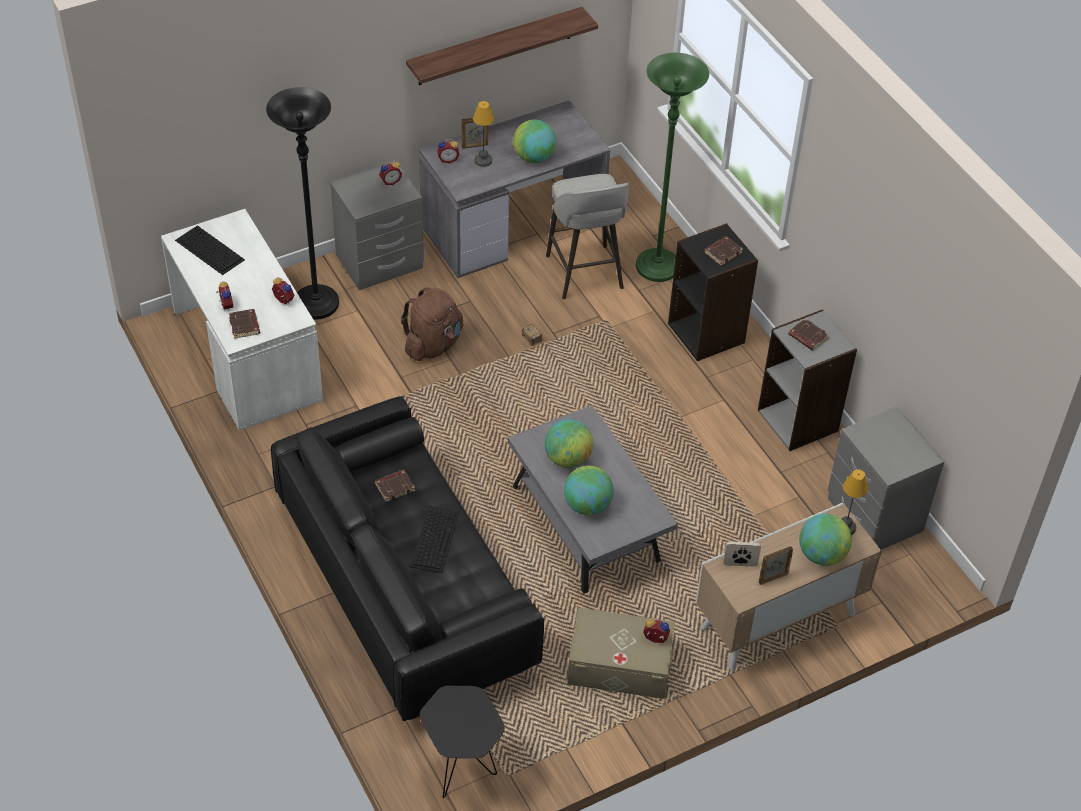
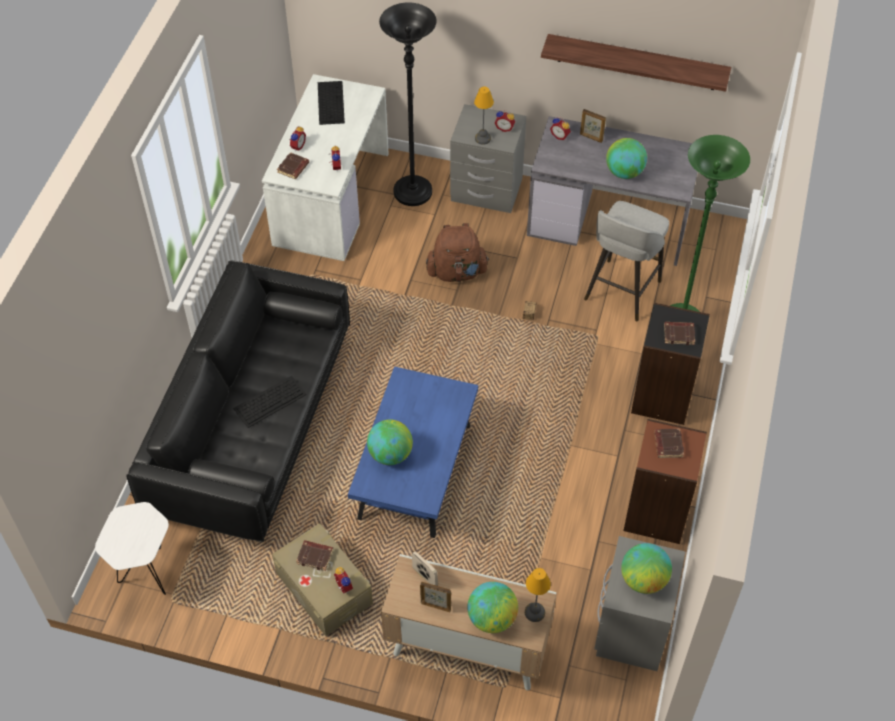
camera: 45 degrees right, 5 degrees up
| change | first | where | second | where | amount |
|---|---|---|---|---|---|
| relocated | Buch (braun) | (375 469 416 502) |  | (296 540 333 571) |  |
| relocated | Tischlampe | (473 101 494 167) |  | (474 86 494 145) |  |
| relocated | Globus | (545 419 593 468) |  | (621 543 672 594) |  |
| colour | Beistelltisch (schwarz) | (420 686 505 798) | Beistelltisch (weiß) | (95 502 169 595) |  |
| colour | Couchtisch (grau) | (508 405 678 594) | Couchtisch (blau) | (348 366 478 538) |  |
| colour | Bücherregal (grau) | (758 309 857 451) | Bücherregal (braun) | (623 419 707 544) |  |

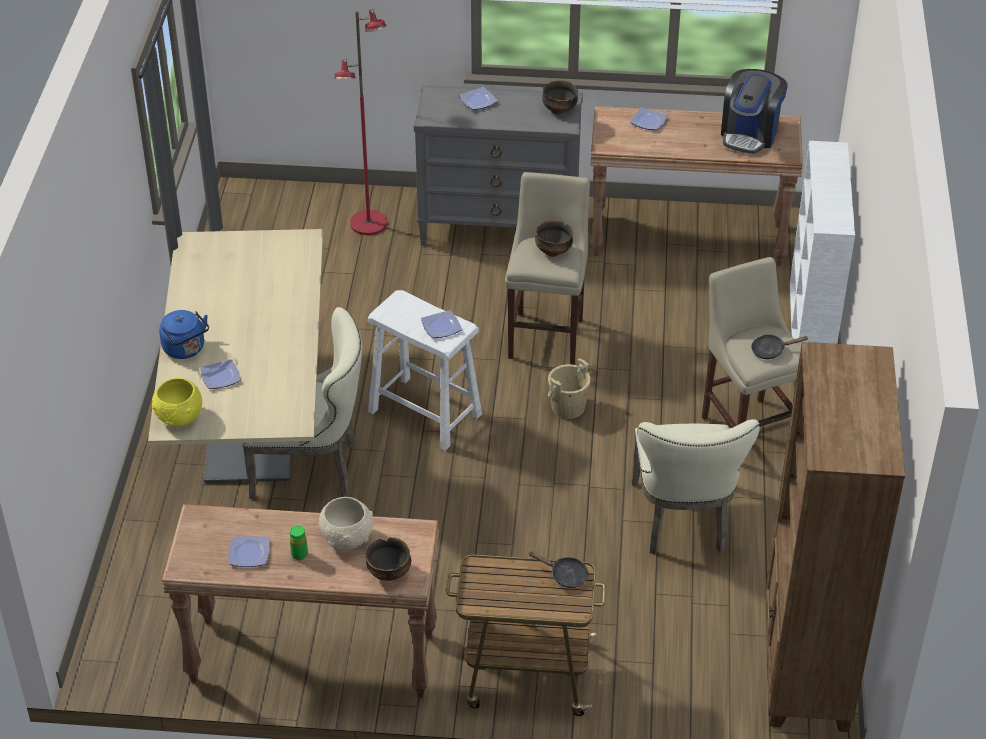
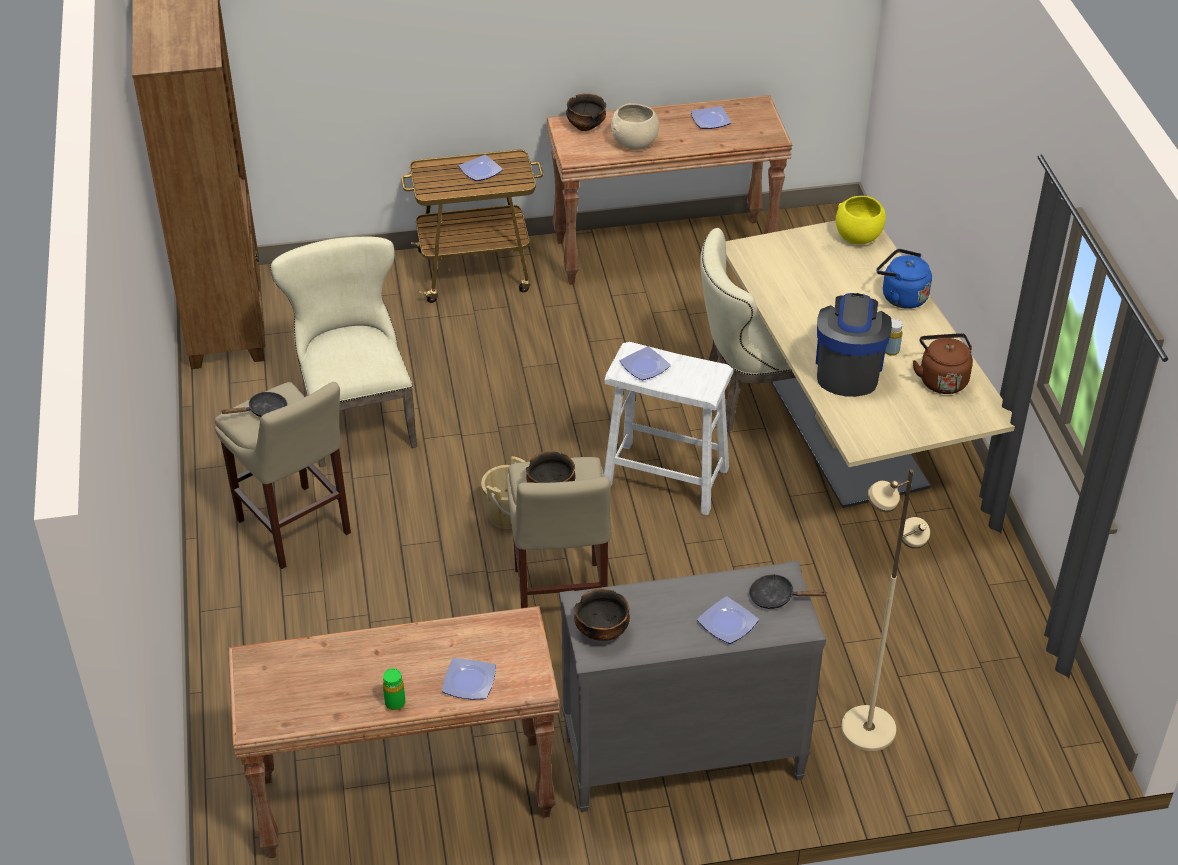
camera: 165 degrees right, 0 degrees up
| change | first | where | second | where | amount |
|---|---|---|---|---|---|
| missing | Bücherregal (weiß) | (790 141 855 345) |  |  |  |
| appeared |  |  | Flasche (gelb) | (885 319 903 356) |  |
| appeared |  |  | Wasserkessel (braun) | (913 333 973 394) |  |
| relocated | Teller | (200 359 241 389) |  | (459 155 503 181) |  |
| relocated | Flasche (grün) | (290 525 308 560) |  | (383 668 405 710) |  |
| relocated | Pfanne (schwarz) | (528 551 588 588) |  | (749 574 828 609) |  |
| relocated | Kaffeemaschine | (721 69 788 154) |  | (816 293 892 397) |  |
| colour | Stehlampe (rot) | (334 9 387 235) | Stehlampe (beige) | (841 469 930 751) |  |

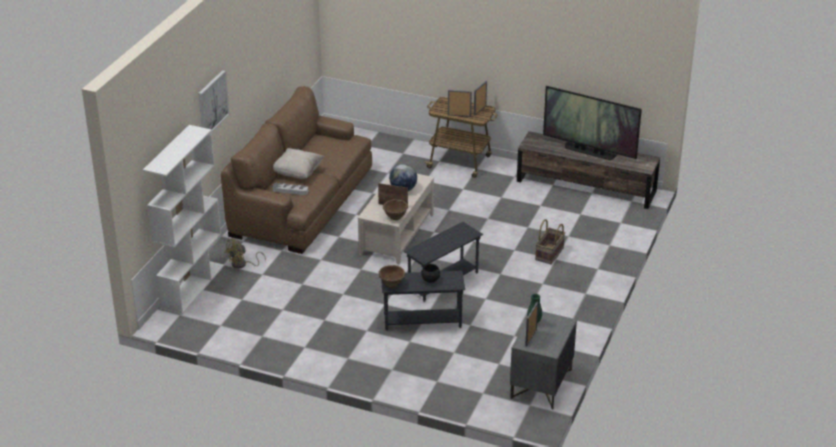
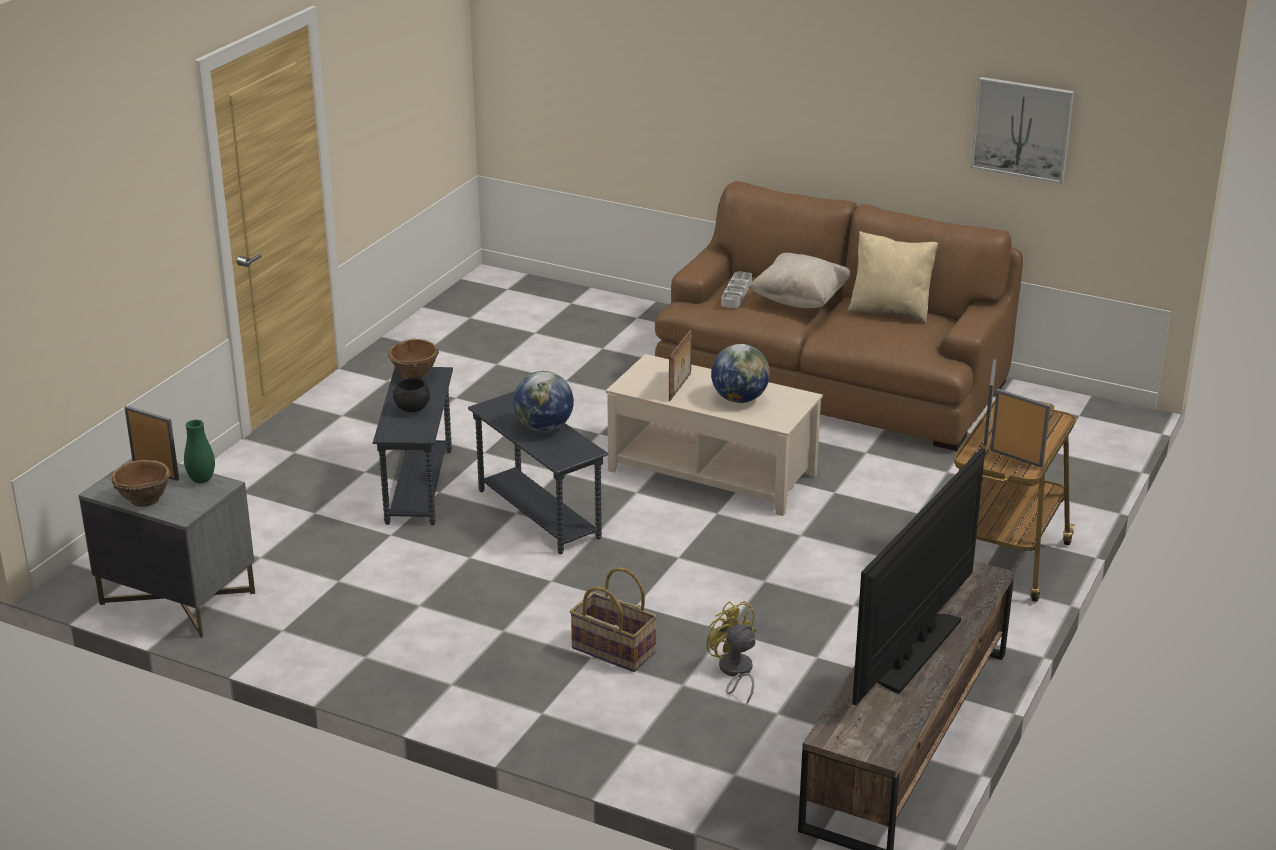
camera: 95 degrees right, 5 degrees down
| change | first | where | second | where | amount |
|---|---|---|---|---|---|
| missing | Bücherregal (weiß) | (143 125 224 315) |  |  |  |
| appeared |  |  | Globus | (513 371 574 432) |  |
| appeared |  |  | Kissen (beige) | (847 231 939 323) |  |
| relocated | Bild | (198 70 229 131) |  | (971 77 1074 184) |  |
| relocated | Ventilator (gelb) | (224 238 266 269) |  | (706 601 756 705) |  |
| relocated | Schüssel (braun) | (383 199 408 220) |  | (111 460 171 507) |  |

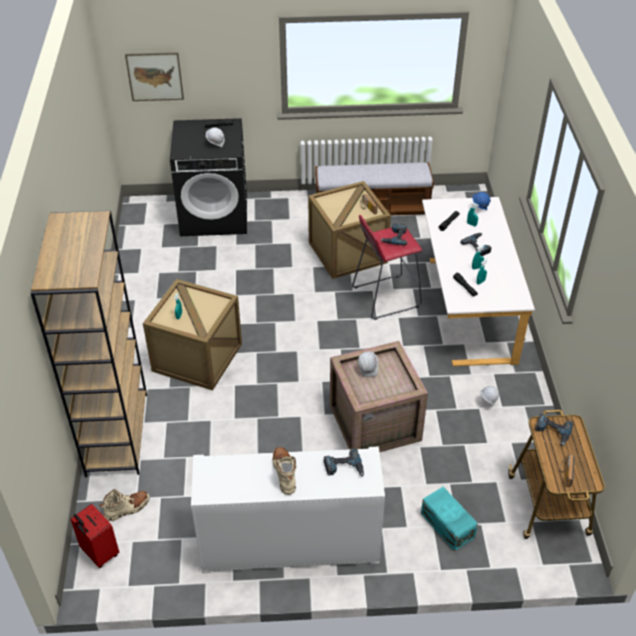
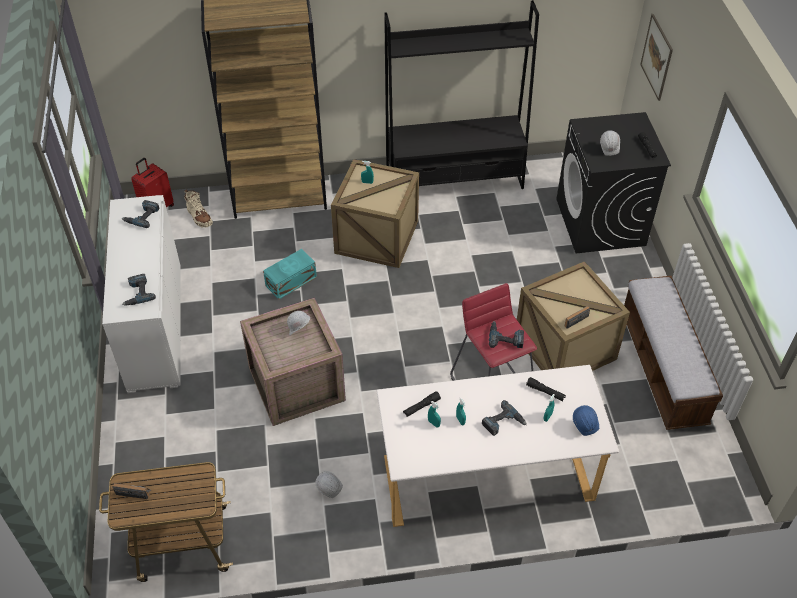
camera: 85 degrees right, 5 degrees up
| change | first | where | second | where | amount |
|---|---|---|---|---|---|
| missing | Stiefel (beige) | (272 447 296 495) |  |  |  |
| appeared |  |  | Bücherregal (schwarz) | (384 0 539 189) |  |
| relocated | Aufbewahrungsbox (türkis) | (421 487 478 552) |  | (263 249 317 299) |  |
| relocated | Bohrmaschine | (535 414 573 446) |  | (122 200 159 228) |  |

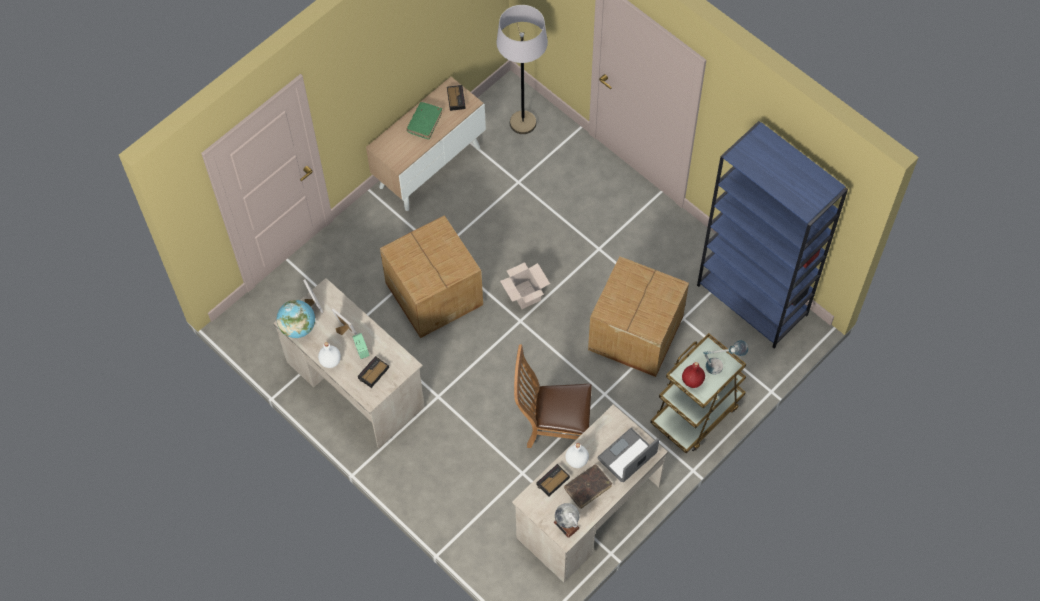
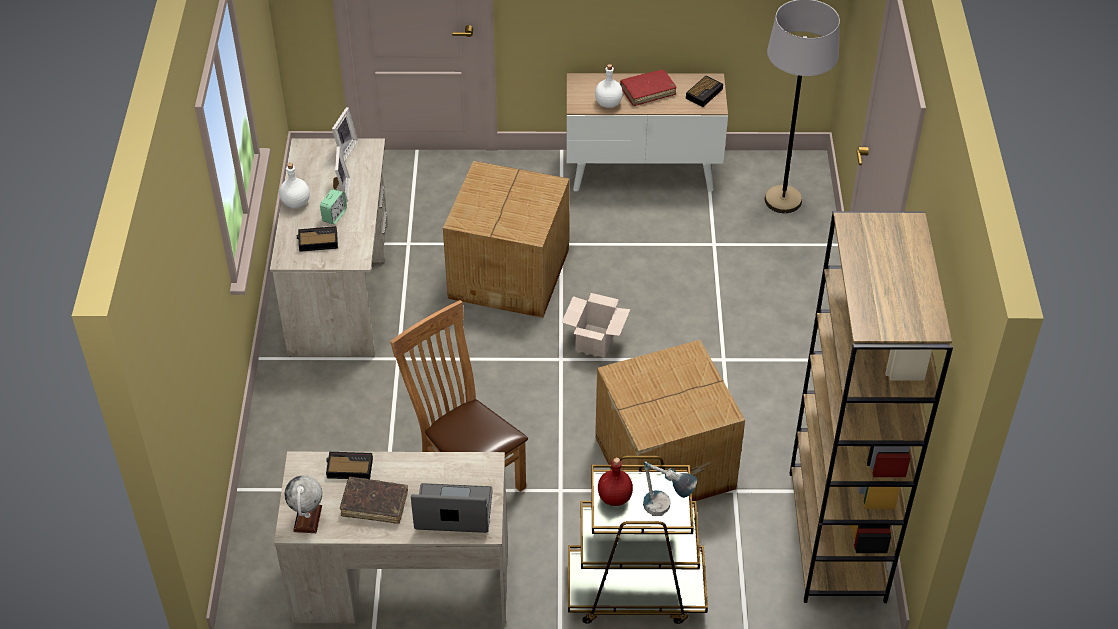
camera: 45 degrees right, 15 degrees down
| change | first | where | second | where | amount |
|---|---|---|---|---|---|
| missing | Globus | (277 300 315 338) |  |  |  |
| relocated | Flasche (weiß) | (565 443 589 468) |  | (595 64 623 108) |  |
| colour | Buch (grün) | (407 102 442 140) | Buch (rot) | (620 69 677 106) |  |
| colour | Bücherregal (blau) | (697 121 848 349) | Bücherregal (braun) | (790 211 953 603) |  |

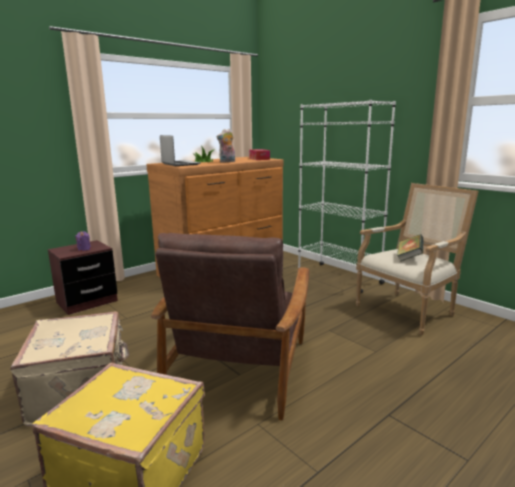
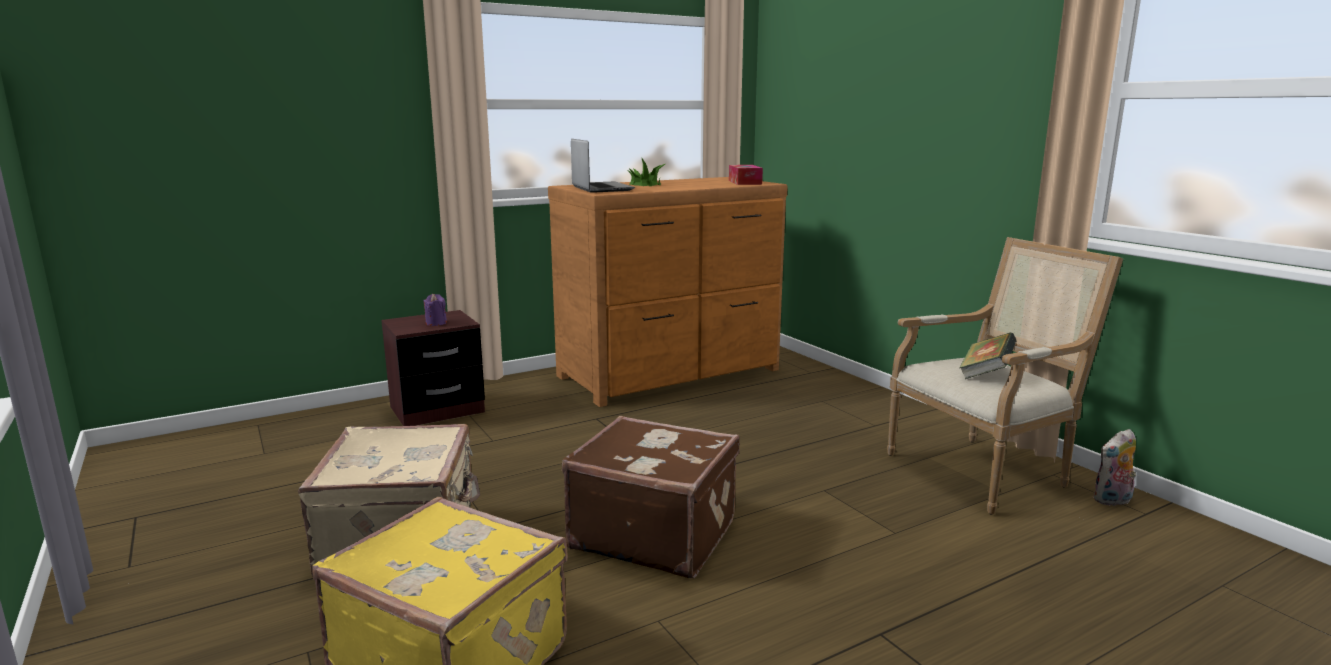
camera: 10 degrees right, 0 degrees up
| change | first | where | second | where | amount |
|---|---|---|---|---|---|
| missing | Bücherregal (weiß) | (298 100 396 293) |  |  |  |
| relocated | Plüschtier | (216 129 235 163) |  | (1093 429 1136 506) |  |
| exchanged | Sessel (braun) | (151 233 309 421) | Koffer (braun) | (562 416 740 578) |  |

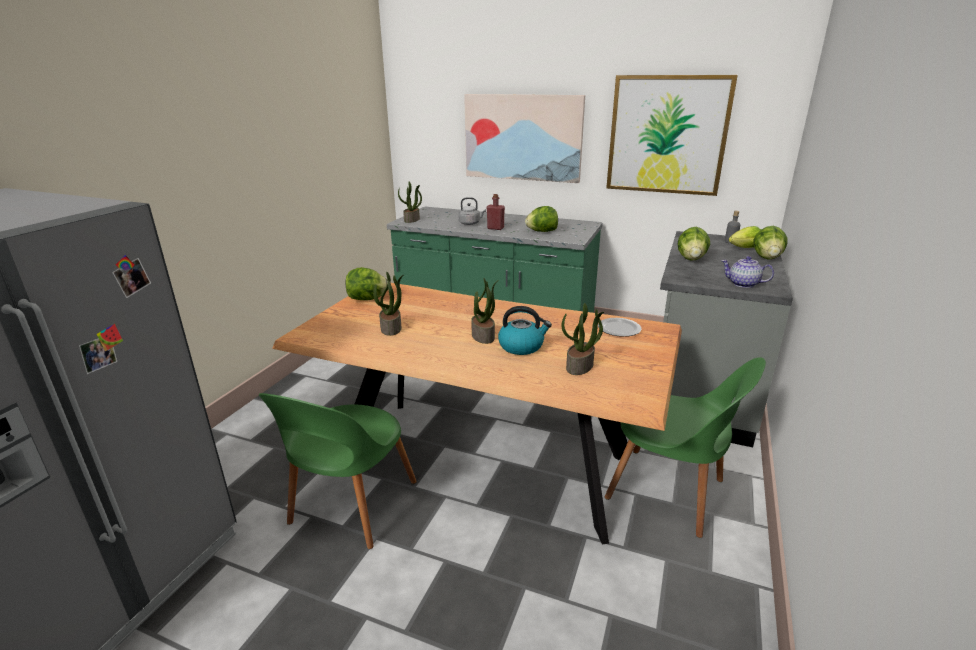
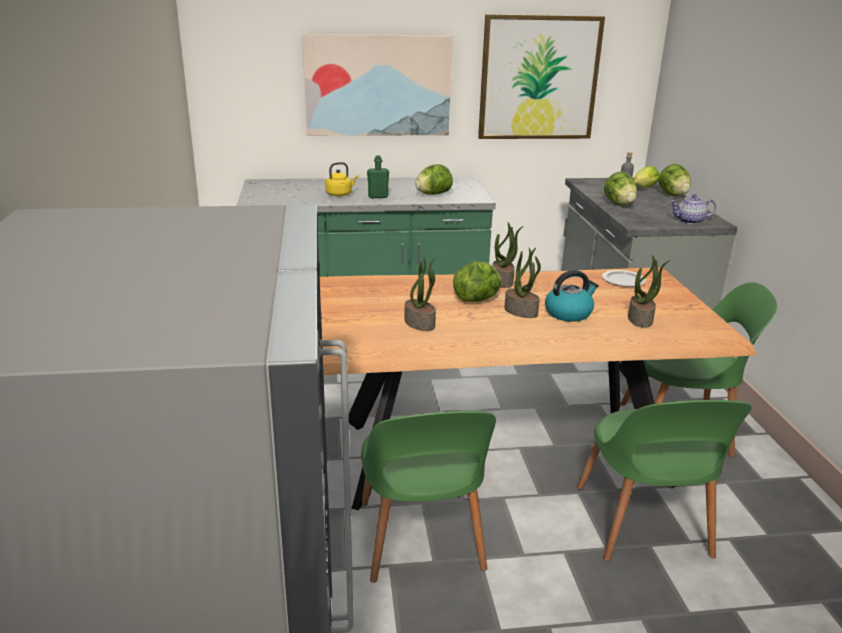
camera: 30 degrees left, 0 degrees up
| change | first | where | second | where | amount |
|---|---|---|---|---|---|
| appeared |  |  | Stuhl (grün) | (577 400 752 561) |  |
| relocated | Salatkopf | (346 267 387 300) |  | (453 261 501 302) |  |
| relocated | Topfpflanze | (398 181 422 223) |  | (492 222 524 288) |  |
| colour | Wasserkessel (grau) | (458 197 486 225) | Wasserkessel (gelb) | (325 162 358 196) |  |
| colour | Flasche (rot) | (486 194 505 230) | Flasche (grün) | (367 155 389 198) |  |

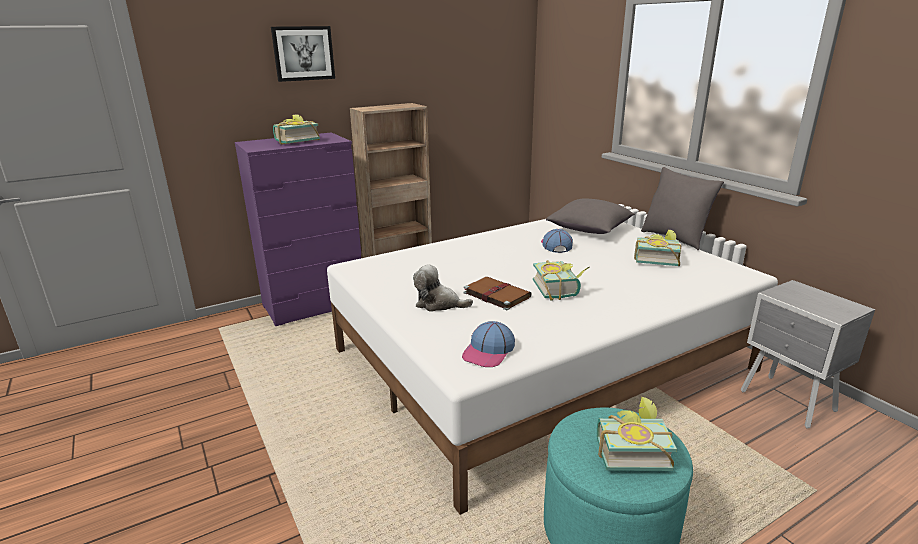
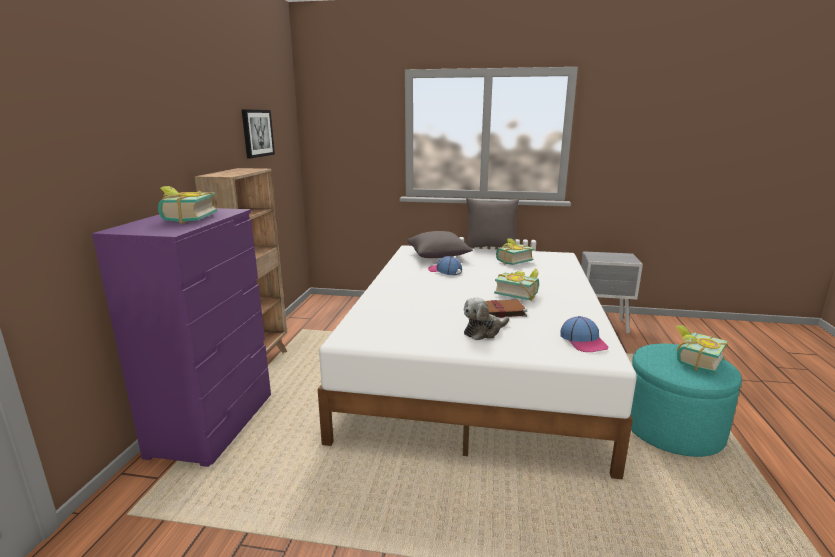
camera: 50 degrees left, 5 degrees down
| change | first | where | second | where | amount |
|---|---|---|---|---|---|
| relocated | Bild | (271 26 335 82) |  | (242 109 275 158) |  |

